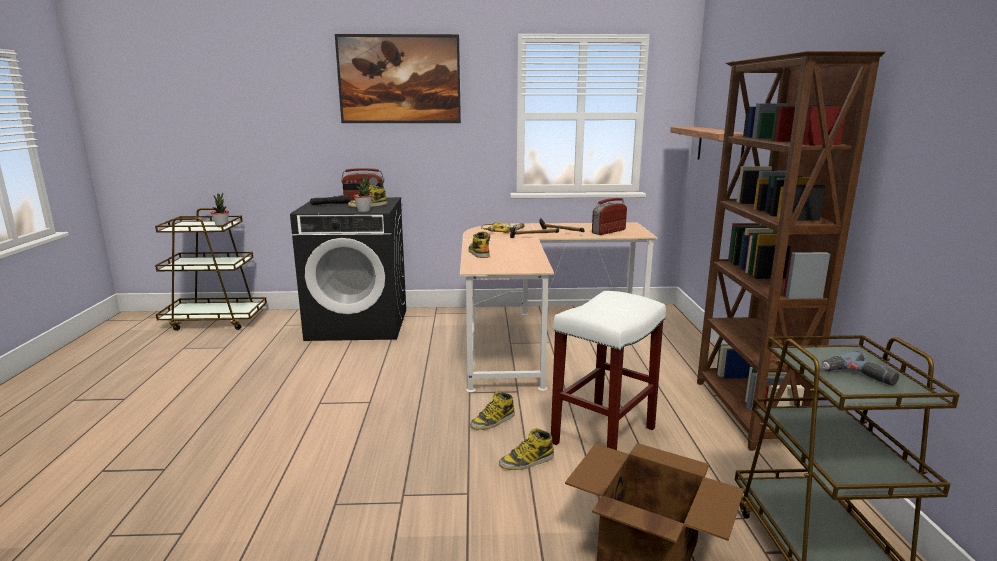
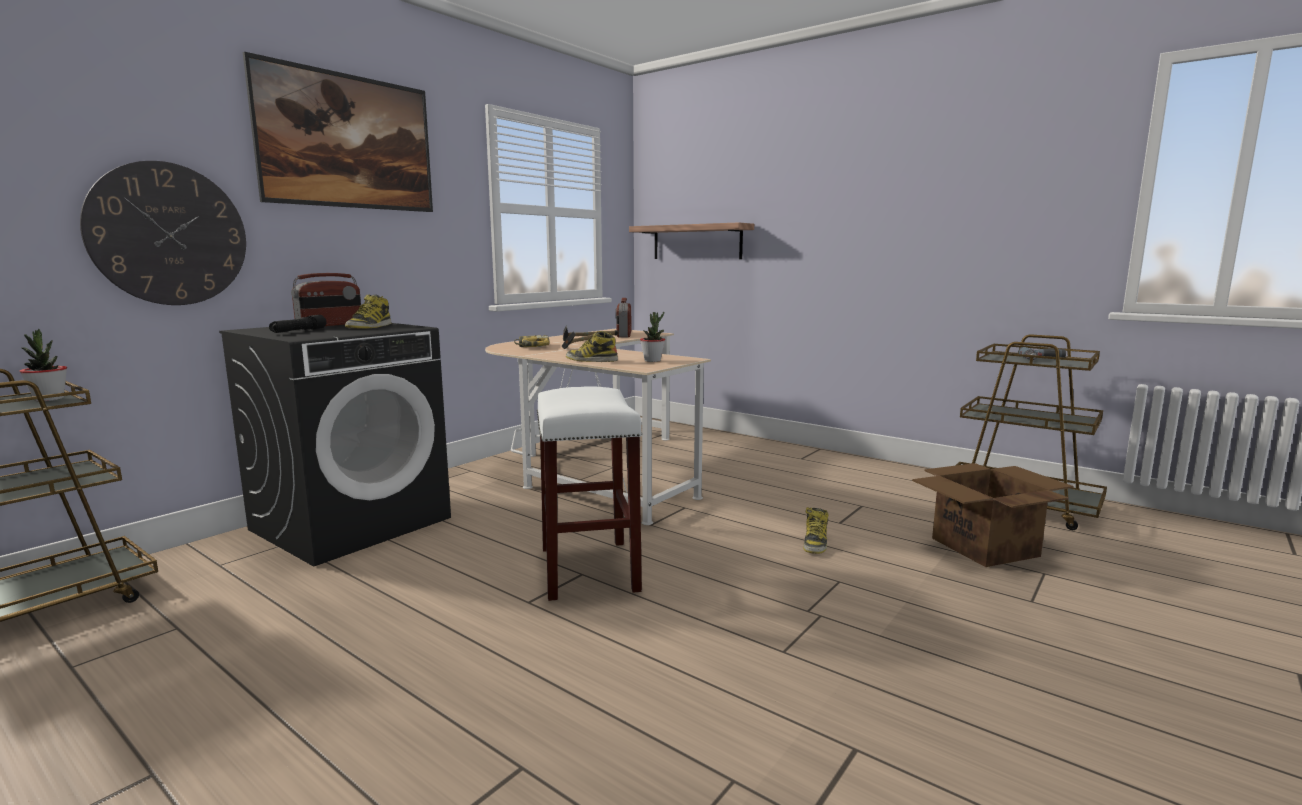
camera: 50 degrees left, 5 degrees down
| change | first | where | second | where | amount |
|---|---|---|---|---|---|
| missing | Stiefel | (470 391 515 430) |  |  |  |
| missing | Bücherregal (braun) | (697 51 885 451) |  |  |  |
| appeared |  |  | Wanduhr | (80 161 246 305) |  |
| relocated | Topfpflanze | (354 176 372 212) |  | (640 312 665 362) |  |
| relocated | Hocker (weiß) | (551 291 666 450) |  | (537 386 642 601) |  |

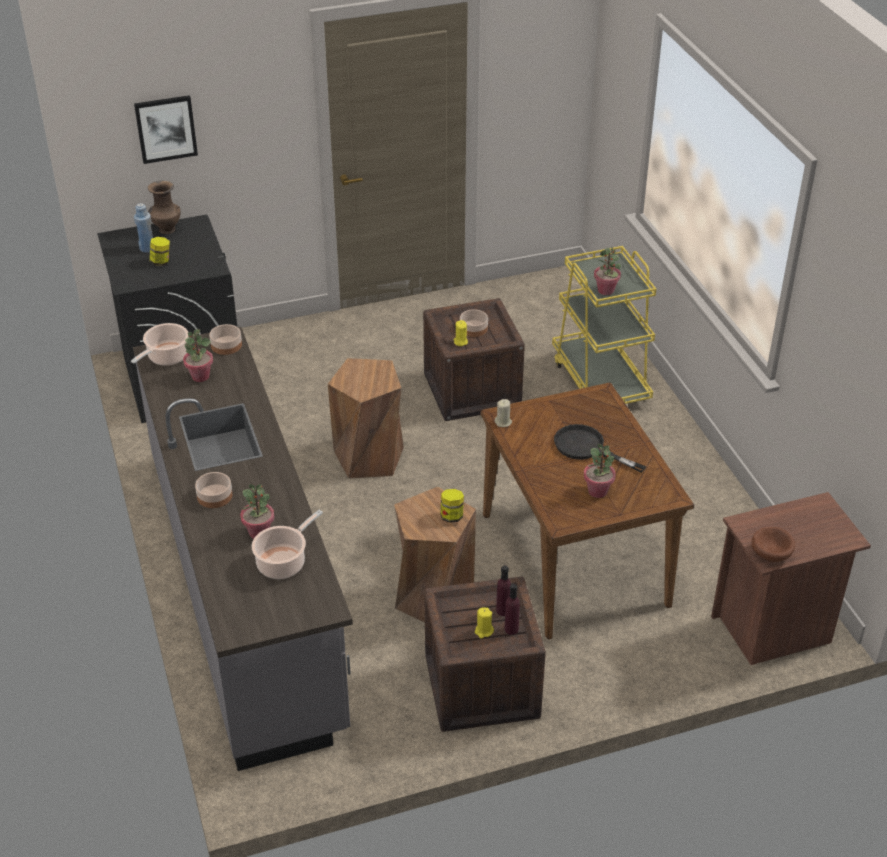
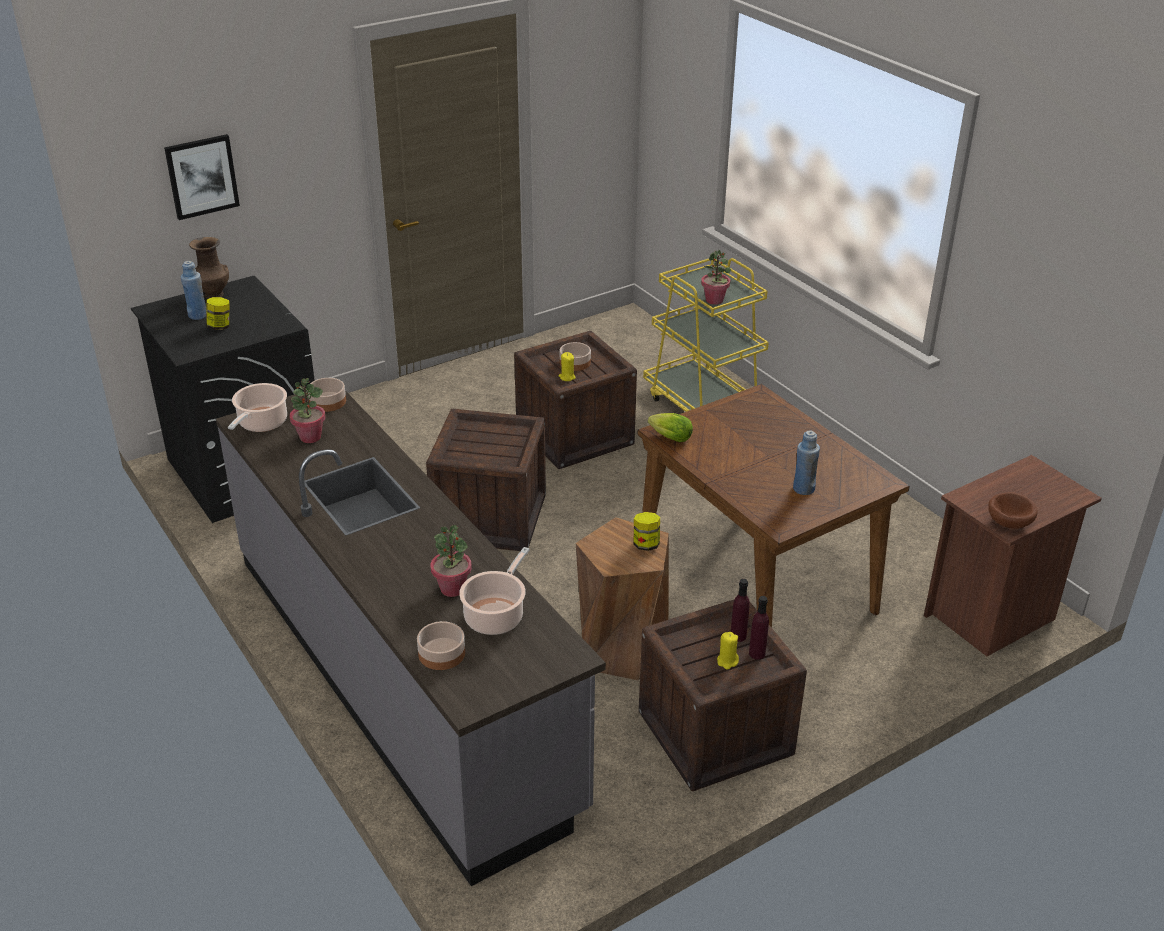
camera: 15 degrees left, 5 degrees down
| change | first | where | second | where | amount |
|---|---|---|---|---|---|
| missing | Pfanne (schwarz) | (554 424 646 473) |  |  |  |
| relocated | Schüssel | (195 472 232 508) |  | (417 621 465 670) |  |
| exchanged | Hocker (braun) | (328 358 404 479) | Kiste | (426 409 546 551) |  |
| exchanged | Kerze (beige) | (495 399 512 427) | Salatkopf | (648 413 693 442) |  |
| exchanged | Topfpflanze | (584 444 616 498) | Flasche (blau) | (793 431 820 495) |  |

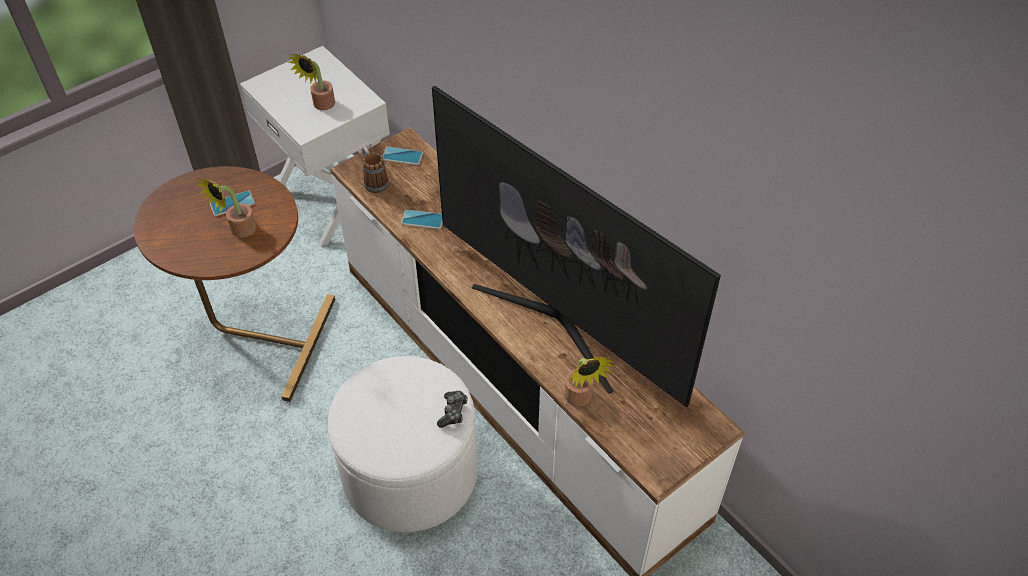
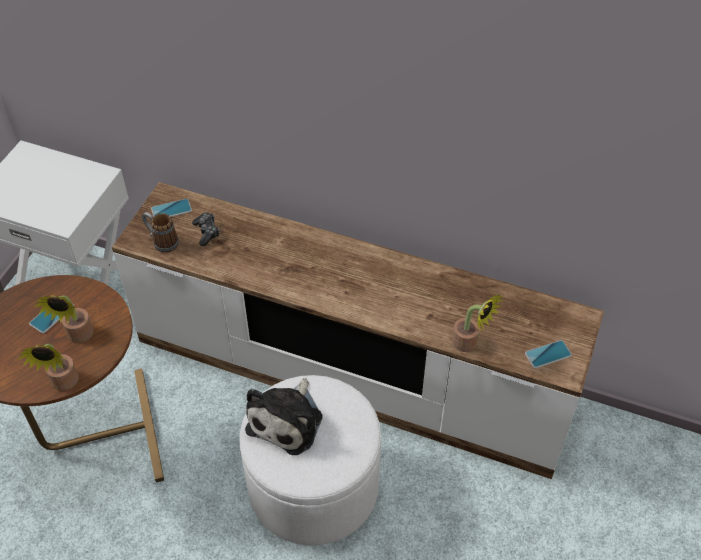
camera: 30 degrees left, 0 degrees up
| change | first | where | second | where | amount |
|---|---|---|---|---|---|
| missing | Fernseher | (432 86 721 407) |  |  |  |
| appeared |  |  | Plüschtier | (245 378 322 455) |  |
| relocated | Topfpflanze | (287 53 335 110) |  | (18 344 79 391) |  |
| relocated | Handy | (401 210 443 229) |  | (525 340 572 369) |  |
| relocated | Gamepad | (437 391 468 428) |  | (192 212 219 246) |  |

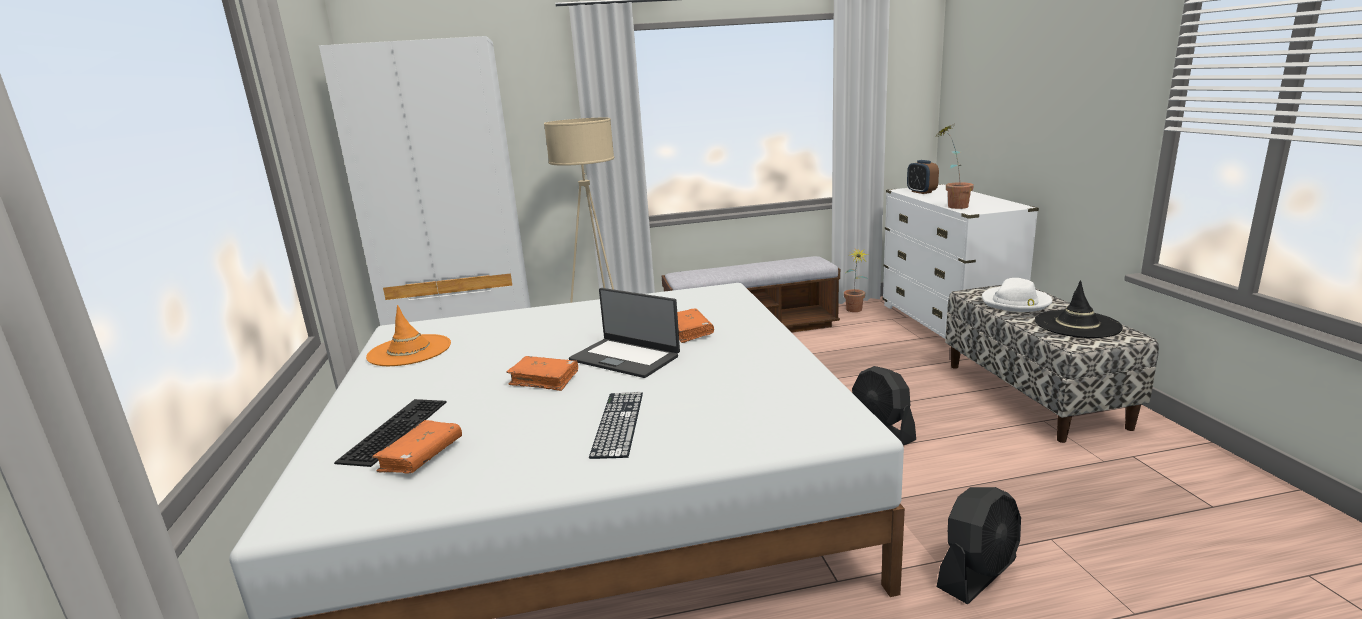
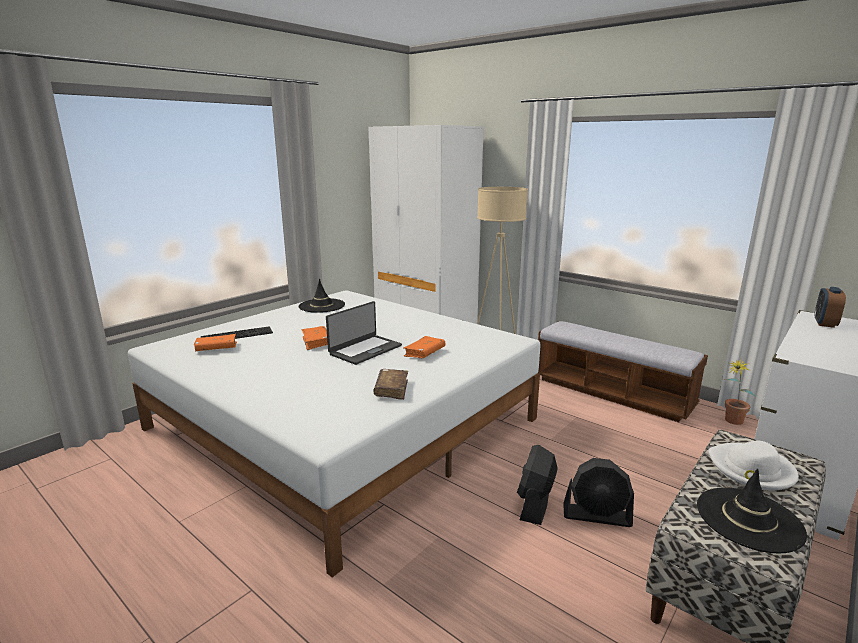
camera: 50 degrees right, 0 degrees up
| change | first | where | second | where | amount |
|---|---|---|---|---|---|
| missing | Tastatur | (589 392 643 459) |  |  |  |
| missing | Topfpflanze | (937 124 974 209) |  |  |  |
| appeared |  |  | Buch (braun) | (373 369 408 400) |  |
| relocated | Ventilator (schwarz) | (937 487 1021 604) |  | (563 458 634 527) |  |
| colour | Hut (orange) | (366 305 451 366) | Hut (schwarz) | (299 279 345 313) |  |
| spun | Laptop | (569 288 680 378) |  | (326 301 402 365) | 135 degrees counterclockwise |

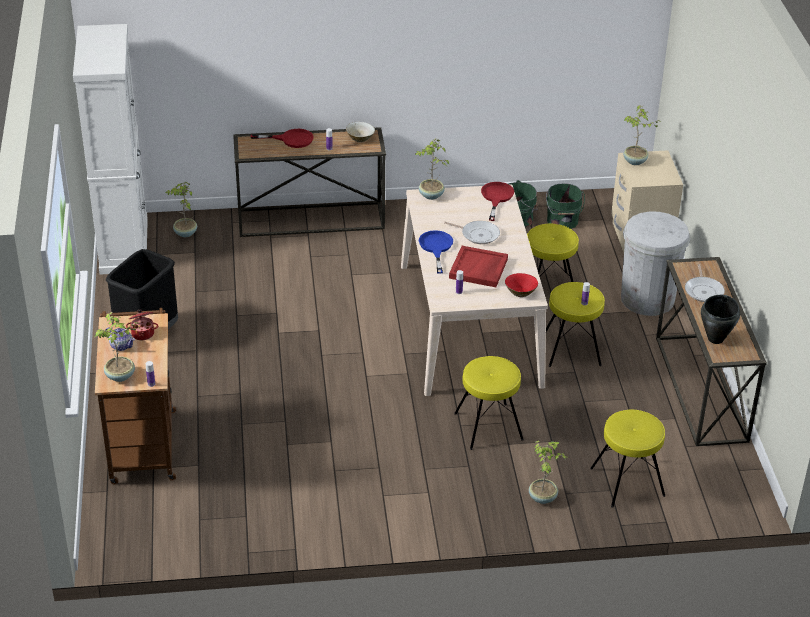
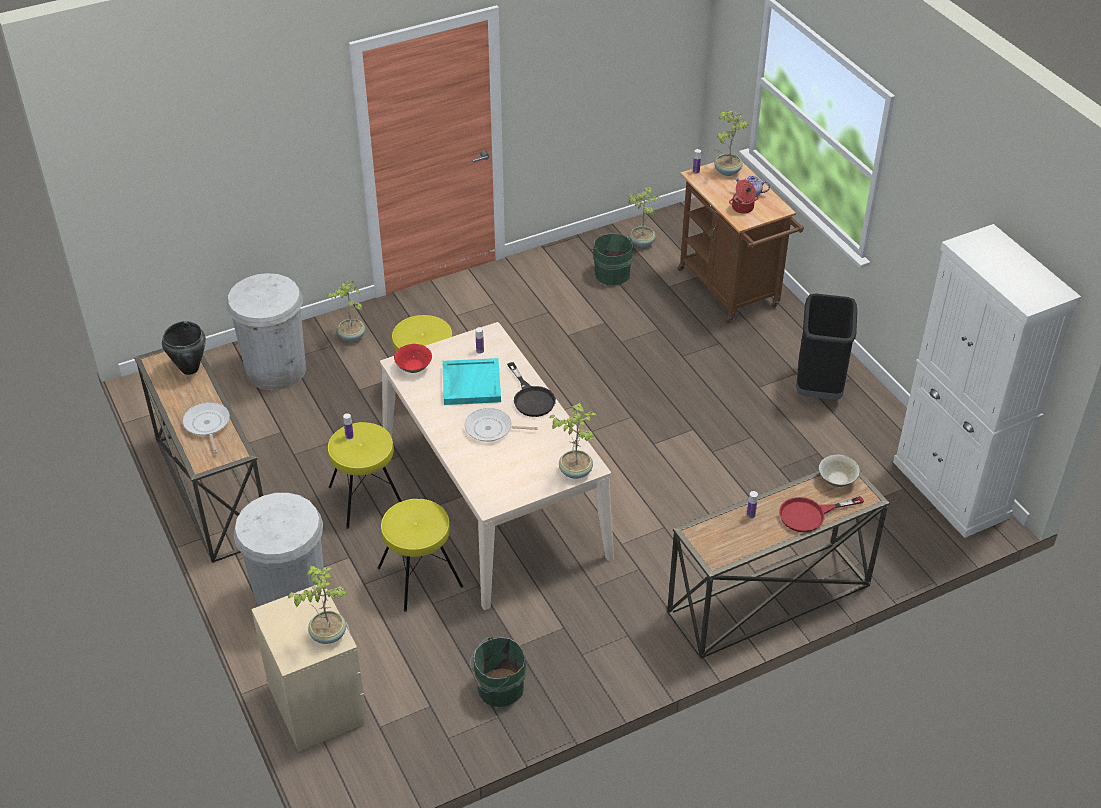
camera: 160 degrees right, 5 degrees up
| change | first | where | second | where | amount |
|---|---|---|---|---|---|
| missing | Pfanne (rot) | (481 182 514 221) |  |  |  |
| relocated | Topfpflanze | (165 182 197 237) |  | (627 187 661 247) |  |
| relocated | Schüssel (beige) | (346 122 375 142) |  | (819 455 860 487) |  |
| relocated | Eimer (grün) | (546 183 585 229) |  | (590 233 633 285) |  |
| exchanged | Hocker (gelb) | (590 410 665 508) | Mülleimer (weiß) | (227 273 306 390) |  |
| colour | Pfanne (blau) | (419 230 453 274) | Pfanne (schwarz) | (507 362 556 417) |  |
| colour | Tablett (rot) | (449 246 508 287) | Tablett (türkis) | (442 358 501 405) |  |

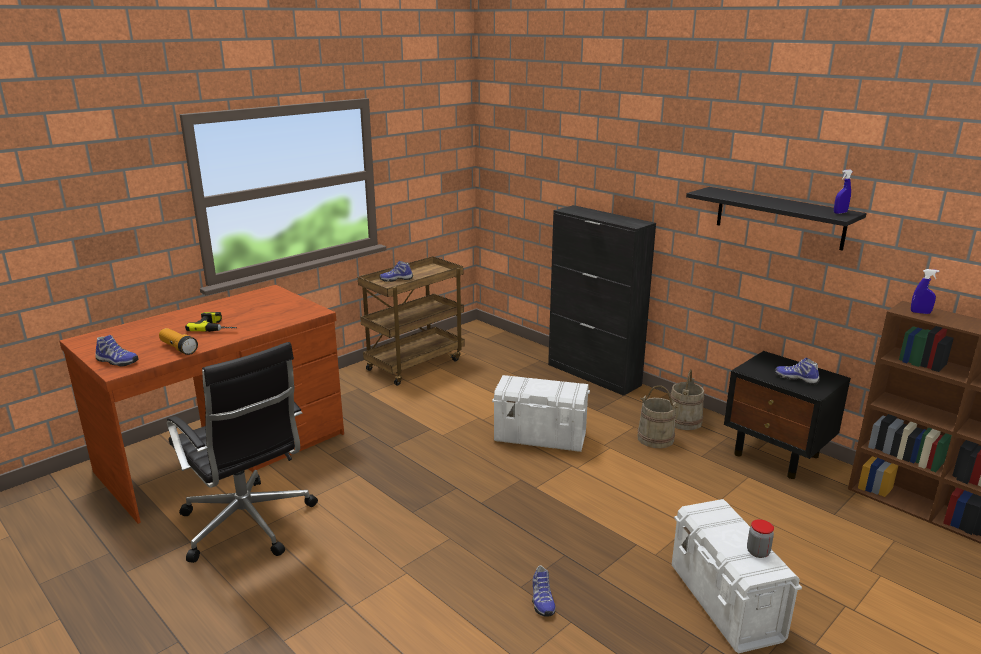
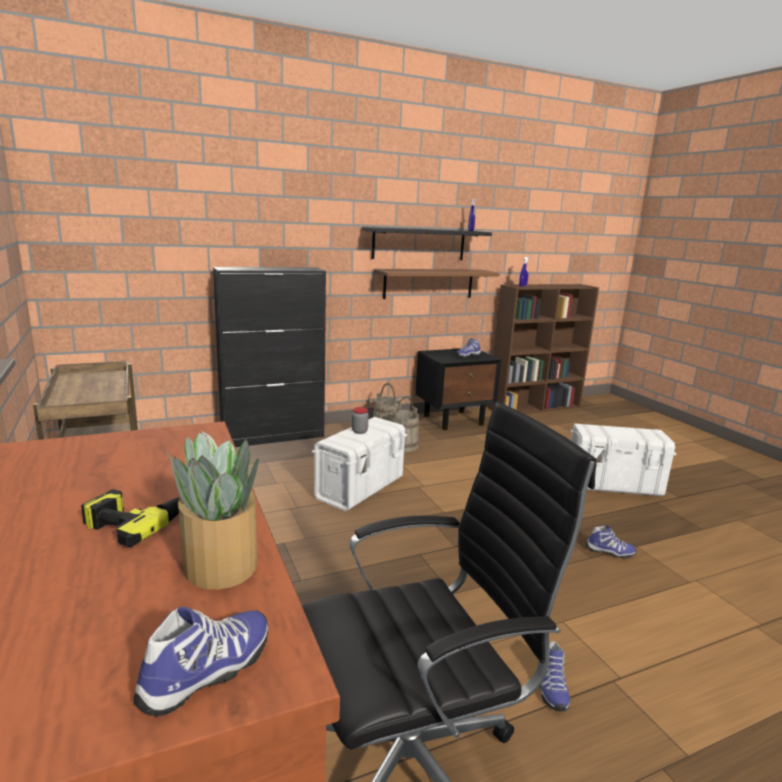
camera: 70 degrees left, 5 degrees down
| change | first | where | second | where | amount |
|---|---|---|---|---|---|
| appeared |  |  | Wandregal (braun) | (374 269 500 299) |  |
| relocated | Schuh | (380 261 413 282) |  | (539 641 570 711) |  |
| relocated | Vorratsglas | (747 519 774 558) |  | (352 407 369 434) |  |
| exchanged | Taschenlampe | (159 328 198 355) | Topfpflanze | (165 431 259 589) |  |

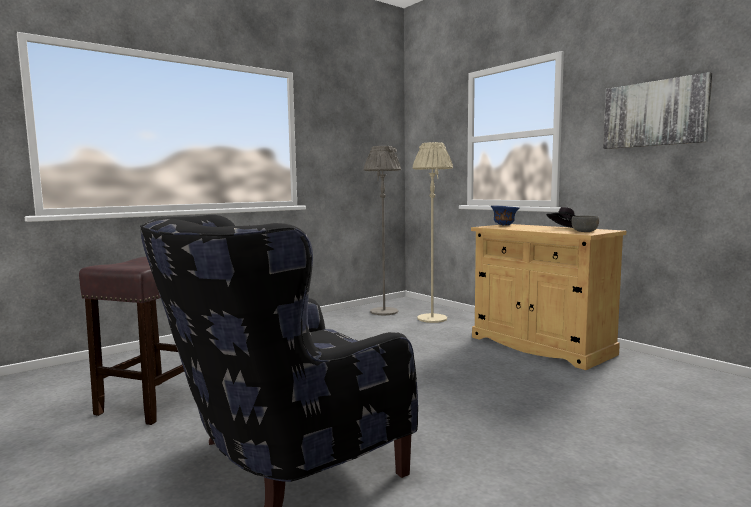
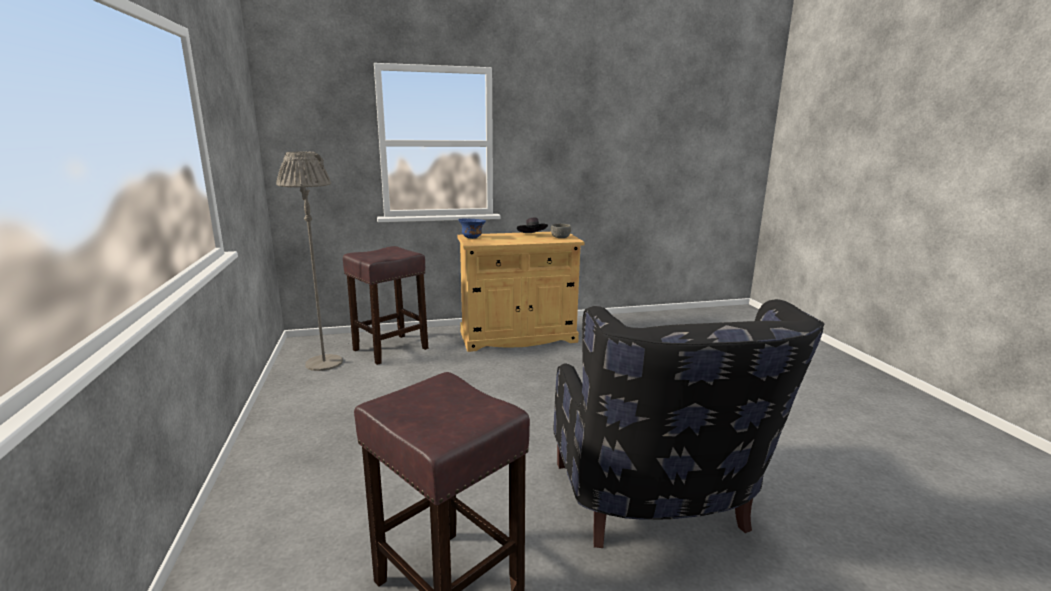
camera: 65 degrees left, 10 degrees up
| change | first | where | second | where | amount |
|---|---|---|---|---|---|
| missing | Bild | (603 72 712 149) |  |  |  |
| exchanged | Stehlampe (beige) | (413 142 453 323) | Hocker (braun) | (343 246 428 365) |  |

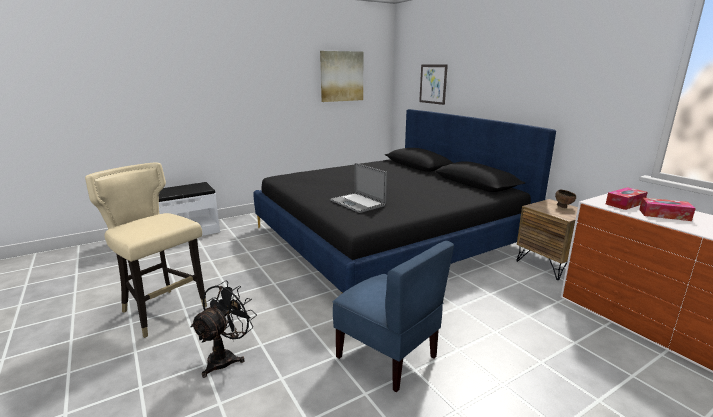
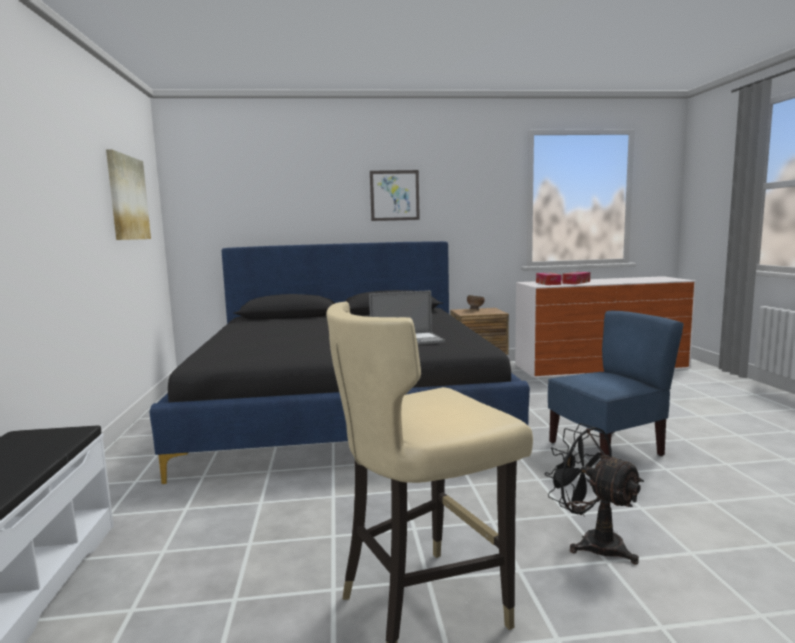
camera: 65 degrees left, 10 degrees down
| change | first | where | second | where | amount |
|---|---|---|---|---|---|
| relocated | Bild | (419 65 448 105) |  | (370 170 420 221) |  |

